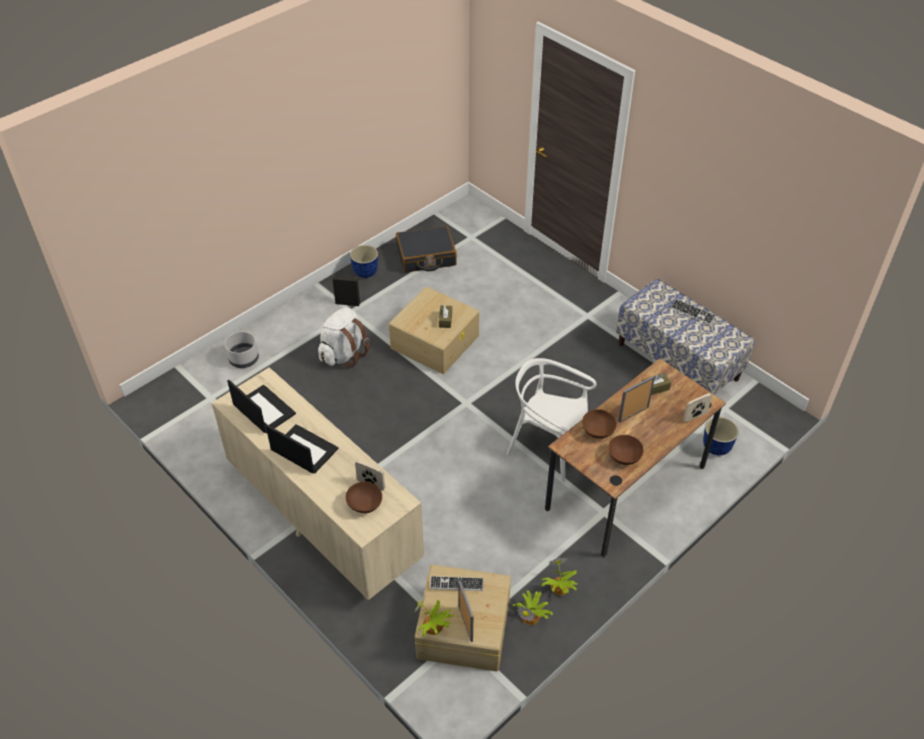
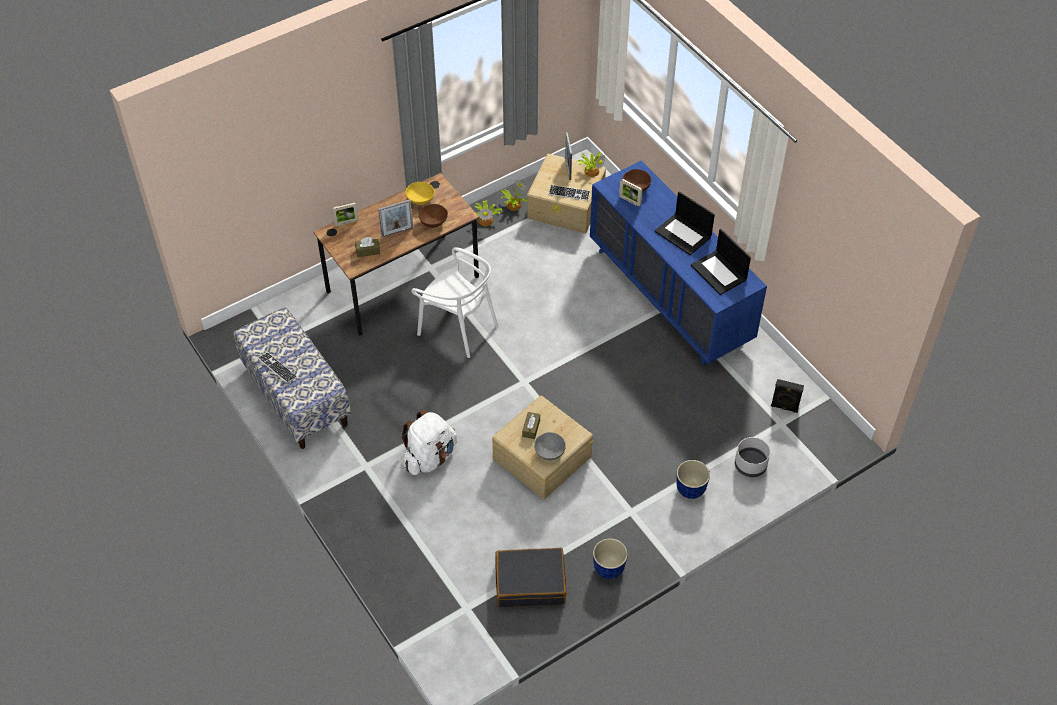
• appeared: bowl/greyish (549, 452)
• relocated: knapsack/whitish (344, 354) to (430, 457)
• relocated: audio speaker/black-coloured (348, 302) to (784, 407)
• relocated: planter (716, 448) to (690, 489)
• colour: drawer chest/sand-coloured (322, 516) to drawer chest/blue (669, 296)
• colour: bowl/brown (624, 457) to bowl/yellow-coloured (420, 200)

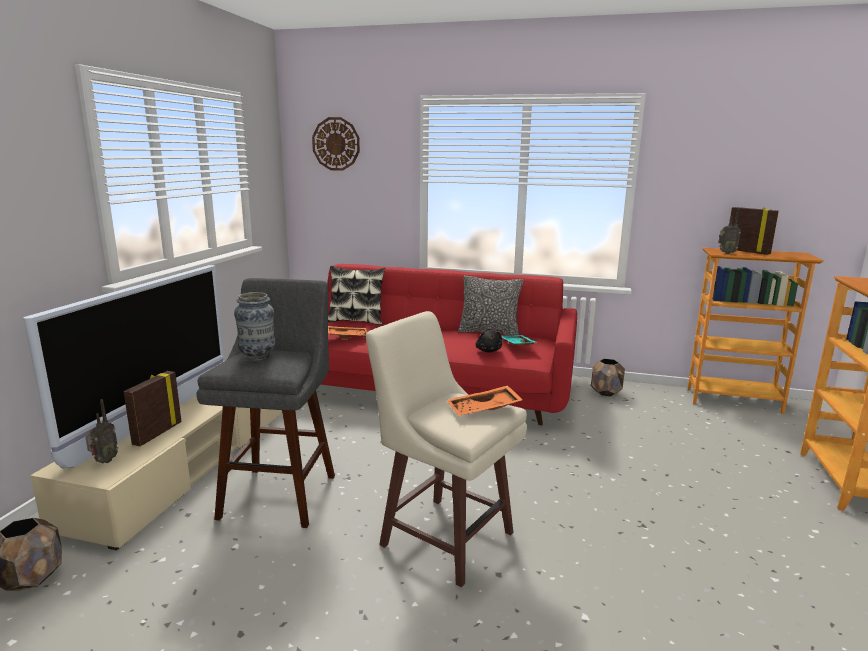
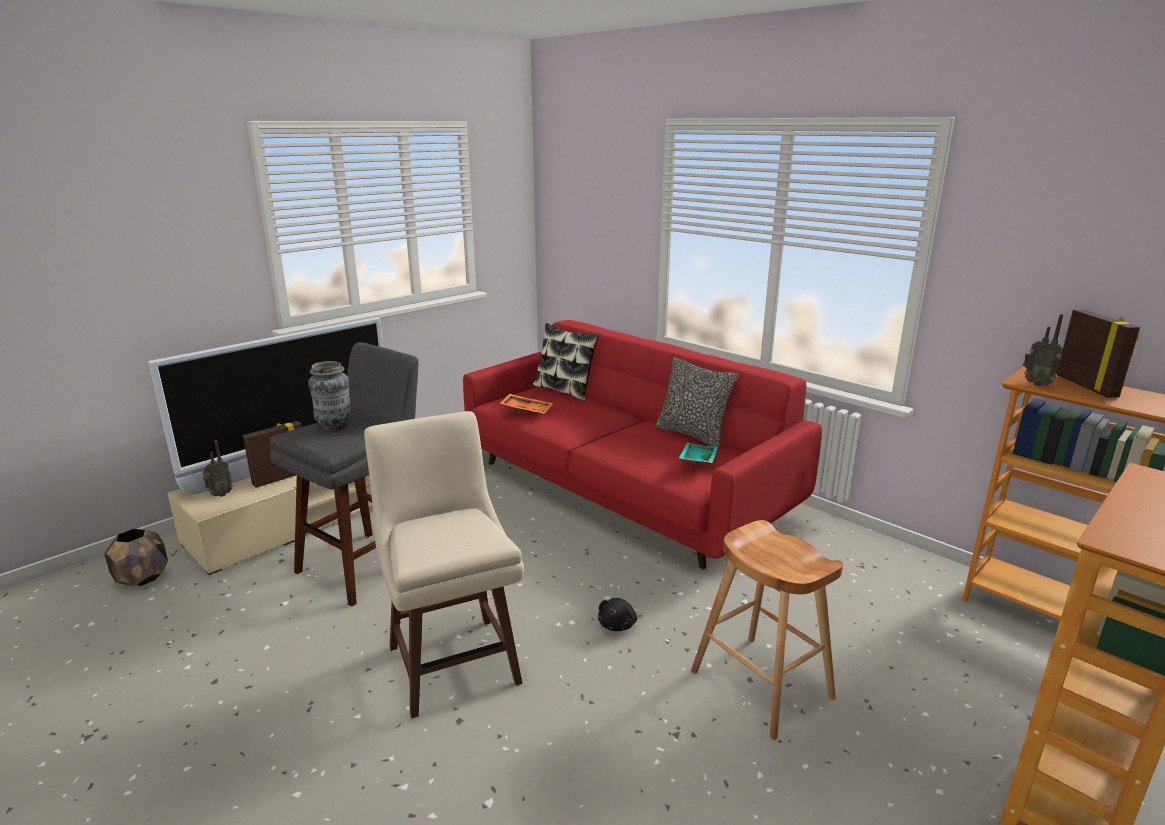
• missing: hanging clock (336, 144)
• missing: carrying tray/orange-coloured (484, 410)
• missing: planter/brown (606, 392)
• appeared: stool seat/brown (762, 685)
• relocated: cuddly toy/black-coloured (488, 351) to (618, 624)

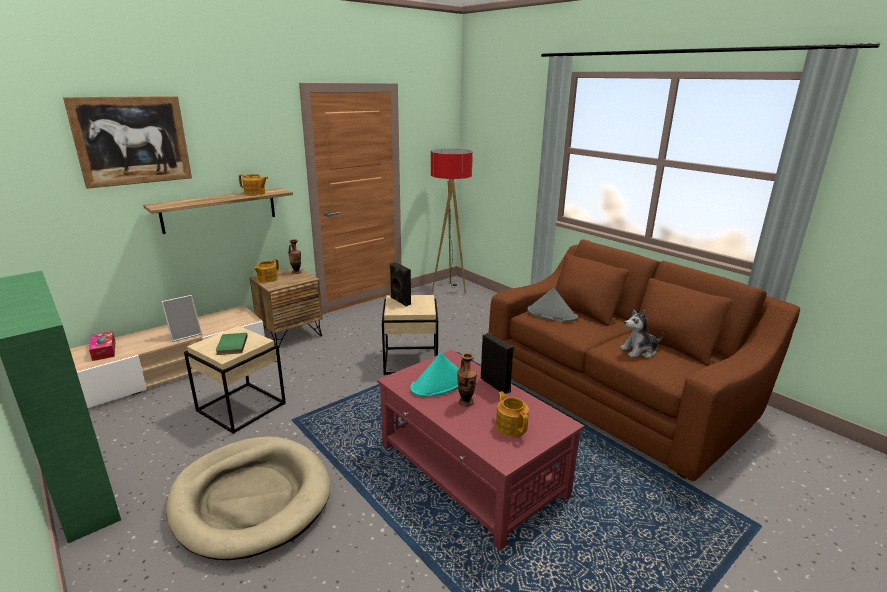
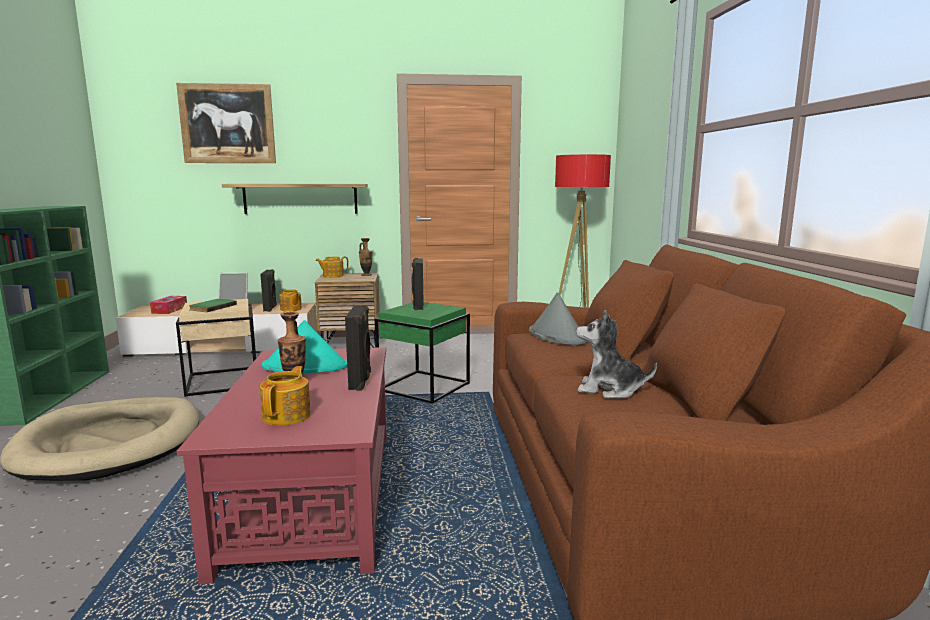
• appeared: audio speaker/black-coloured (270, 308)
• relocated: pot for tea (255, 193) to (291, 309)
• colour: end table/sand-coloured (411, 361) to end table/greenish (424, 387)

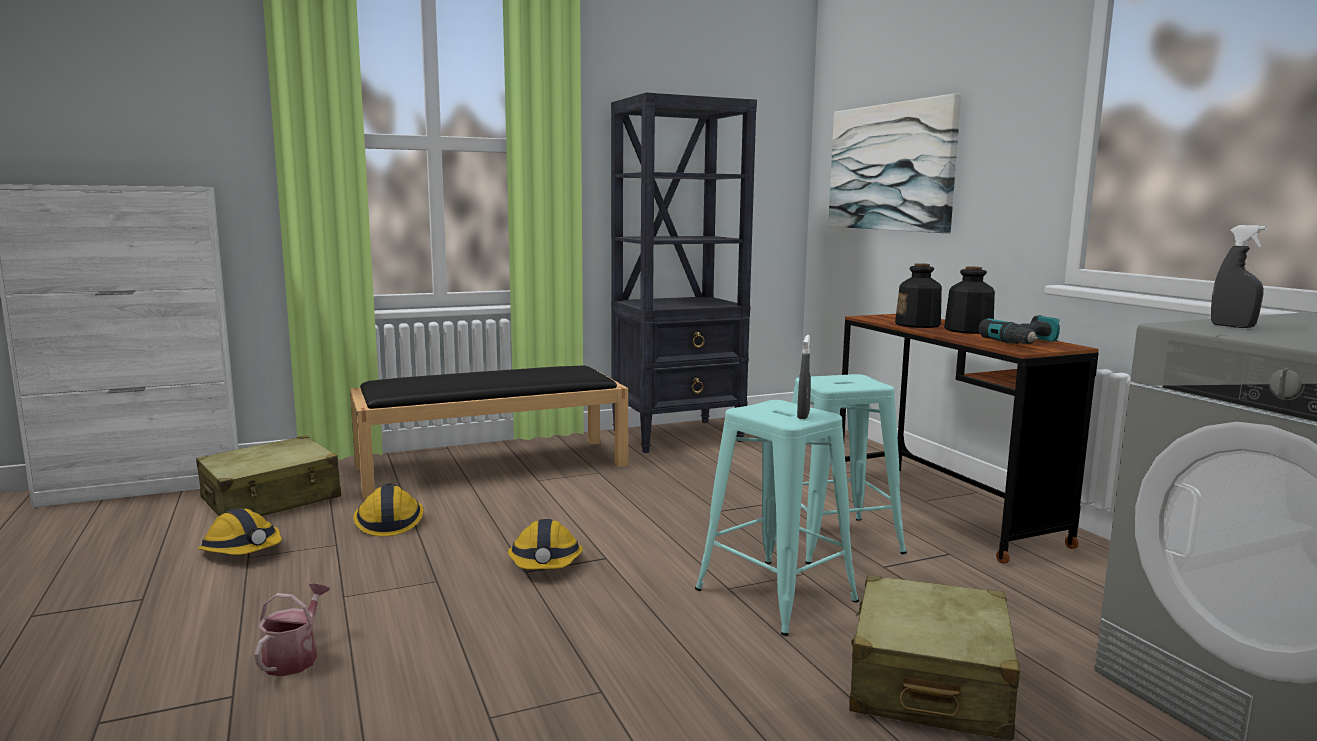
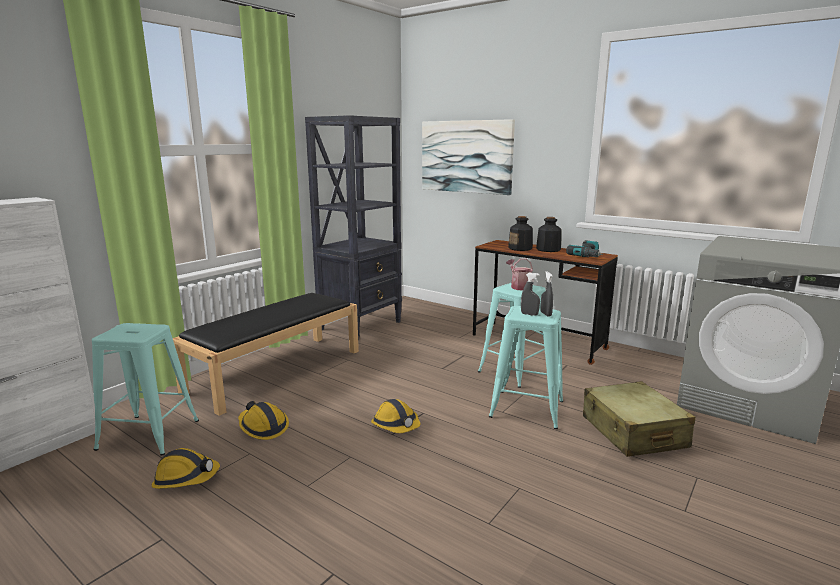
• relocated: sprinkling can (294, 657) to (519, 286)
• relocated: hand sprayer/greyish (1232, 326) to (529, 314)
• exchanged: travel case/sand-coloured (272, 499) to stool seat/turquoise-coloured (148, 435)

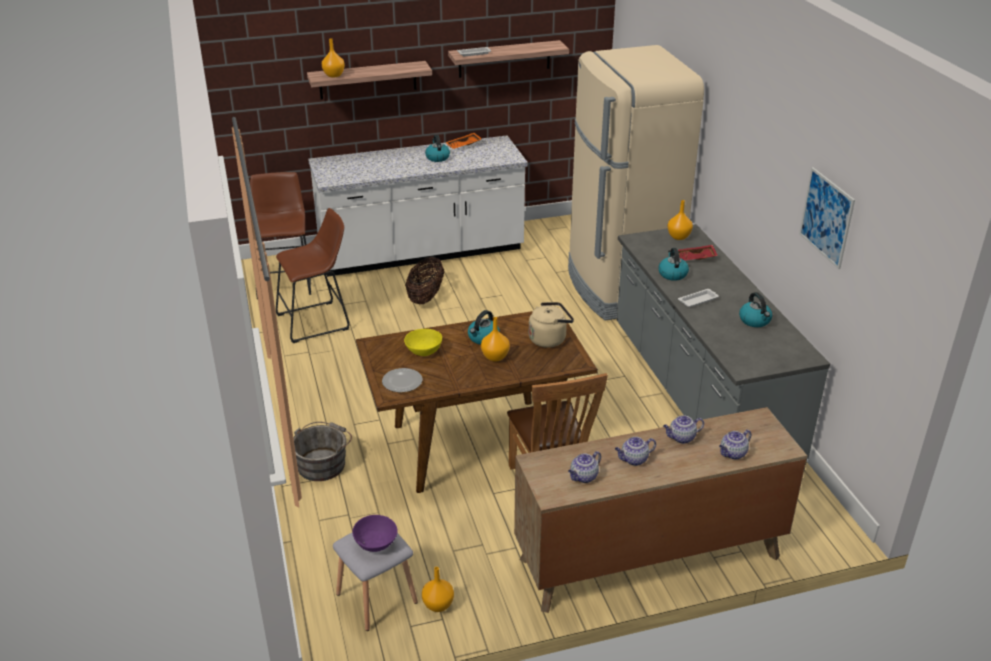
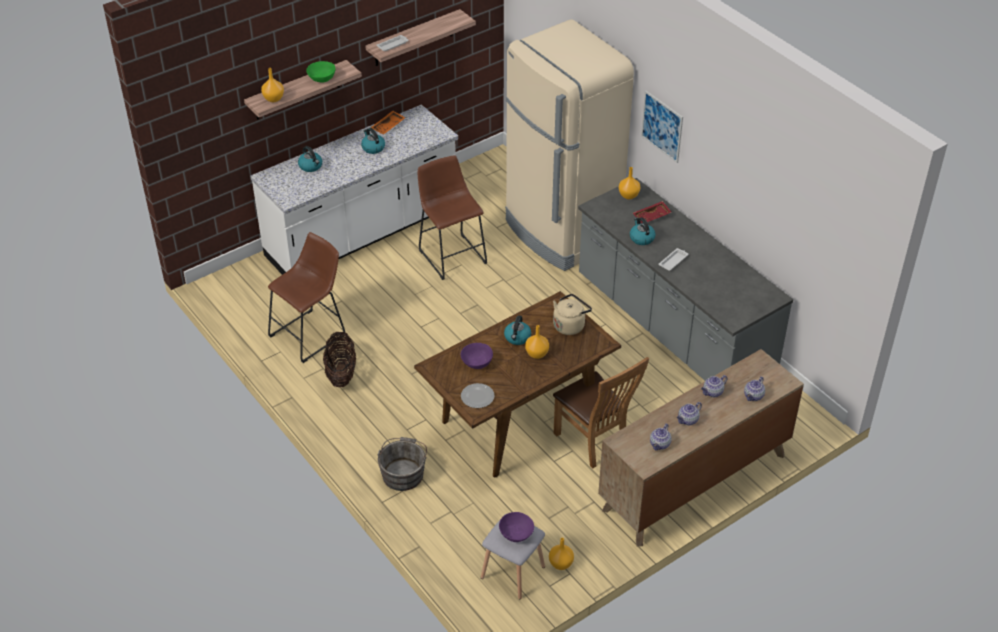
• appeared: bowl/greenish (321, 78)
• relocated: stool seat/brown (285, 280) to (451, 254)
• relocated: storage basket (425, 297) to (341, 373)
• relocated: tea kettle (755, 321) to (311, 166)
• relocated: wall art (826, 217) to (662, 126)
• colour: bowl/yellow-coloured (423, 350) to bowl/purplish (476, 362)

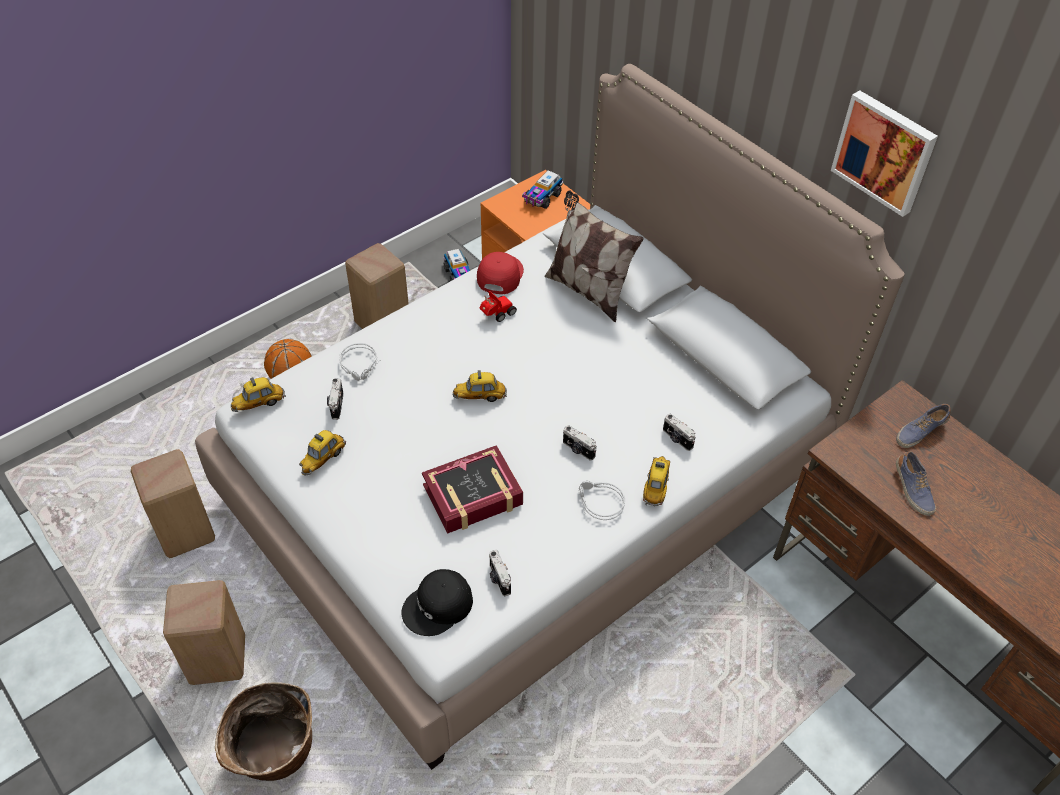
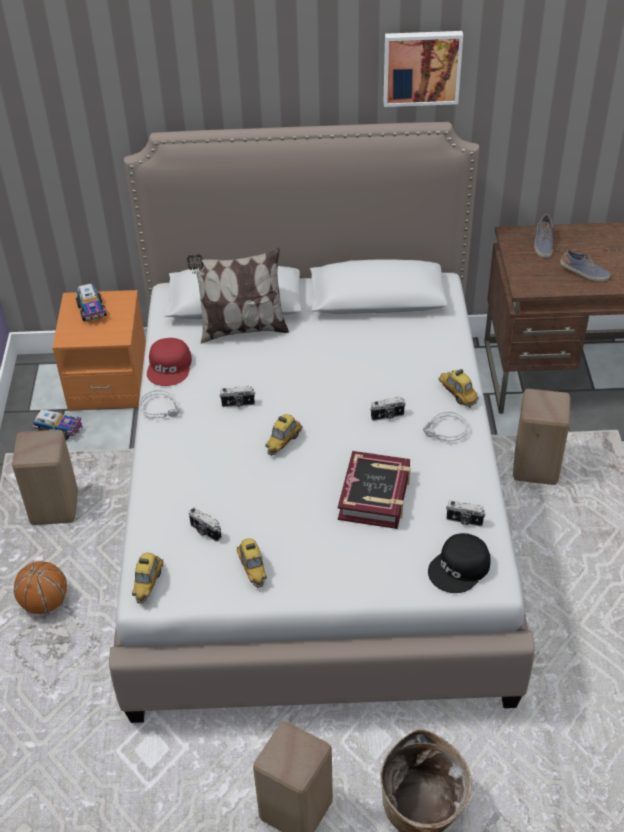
• missing: miniature car (496, 314)
• relocated: stool seat/sand-coloured (187, 533) to (537, 467)
• relocated: headphones/greyish (360, 365) to (161, 408)
• relocated: still camera (677, 439) to (238, 404)
• spun: baseball cap/black-coloured (438, 606) = (460, 568) 45 degrees clockwise
• spun: baseball cap/red (499, 275) = (170, 367) 135 degrees counterclockwise

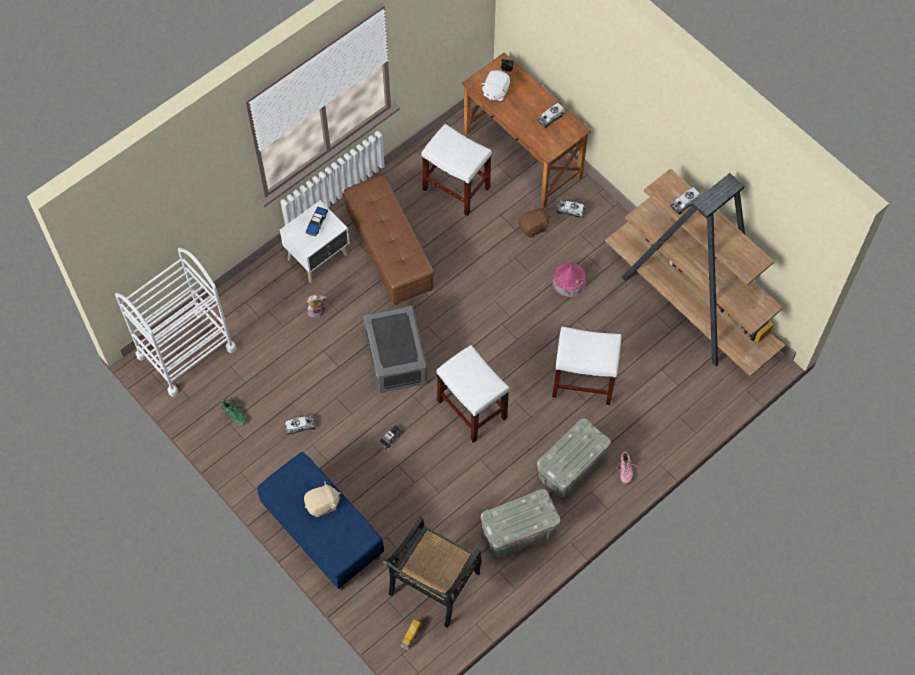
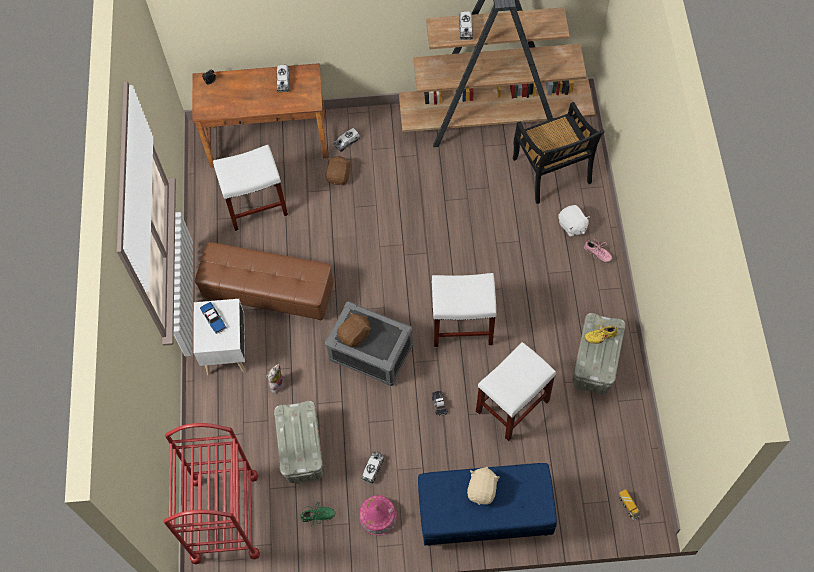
• appeared: cuddly toy/brown (355, 335)
• appeared: item of footwear/yellow-coloured (600, 336)
• relocated: plain chair/black-coloured (433, 585) to (552, 172)
• relocated: cuddly toy/whitish (495, 91) to (572, 226)
• relocated: storage box/greyish (571, 468) to (302, 451)
• relocated: toy house (569, 282) to (378, 516)
• relocated: stool seat/whitish (582, 382) to (512, 407)
• colour: wheeled cart/whitish (186, 352) to wheeled cart/red (225, 517)

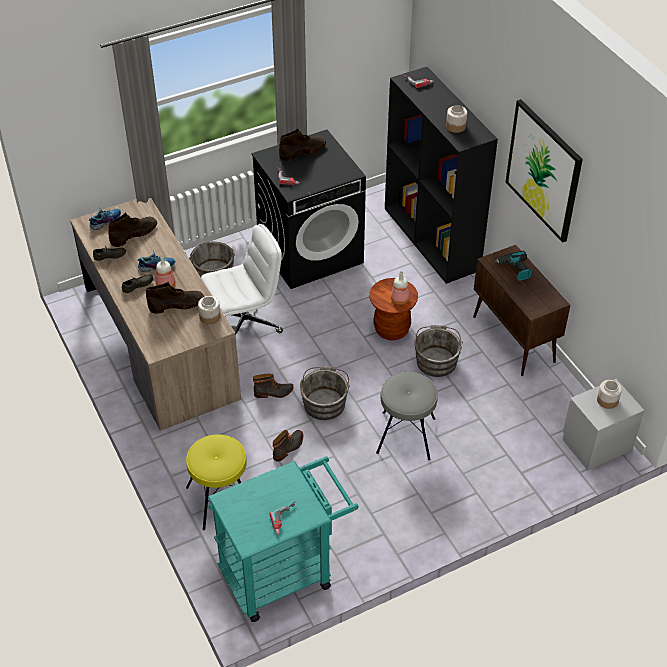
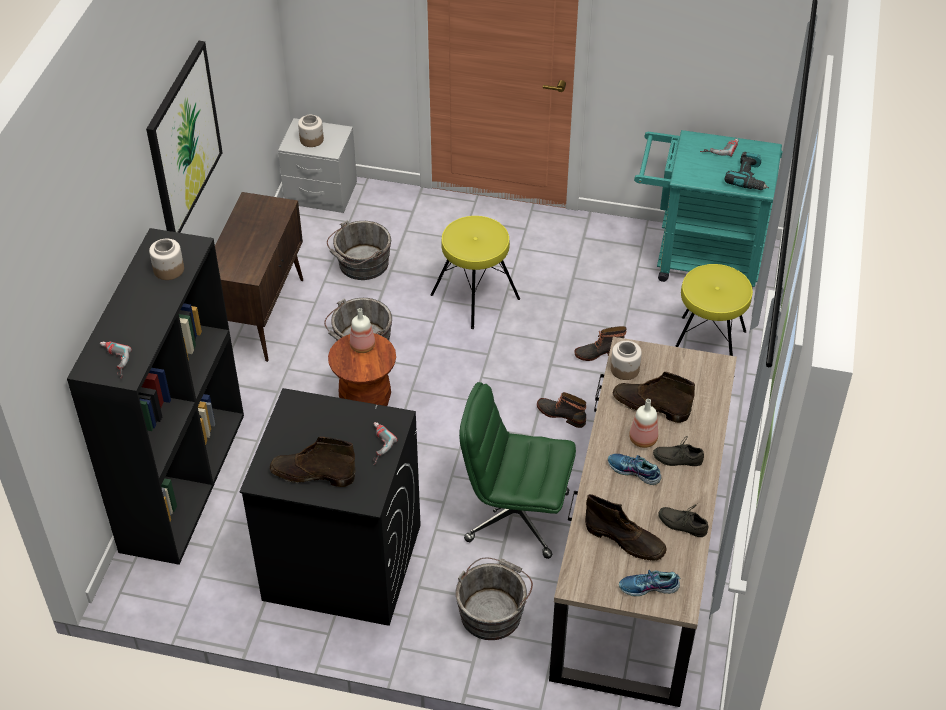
• relocated: water bucket/greyish (324, 402) to (361, 264)
• relocated: drill (514, 269) to (748, 178)
• colour: computer chair/whitish (245, 322) to computer chair/greenish (515, 516)
• colour: stool seat/greyish (406, 436) to stool seat/yellow-coloured (475, 296)
• spun: high-top boot/brown (134, 234) = (625, 540) 150 degrees counterclockwise

